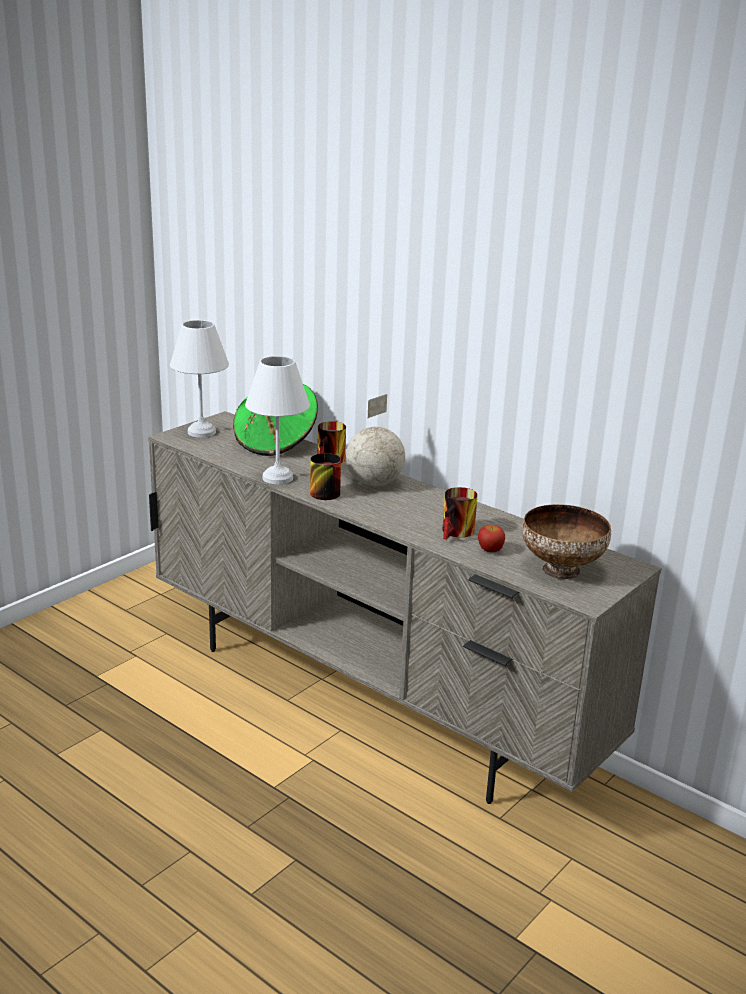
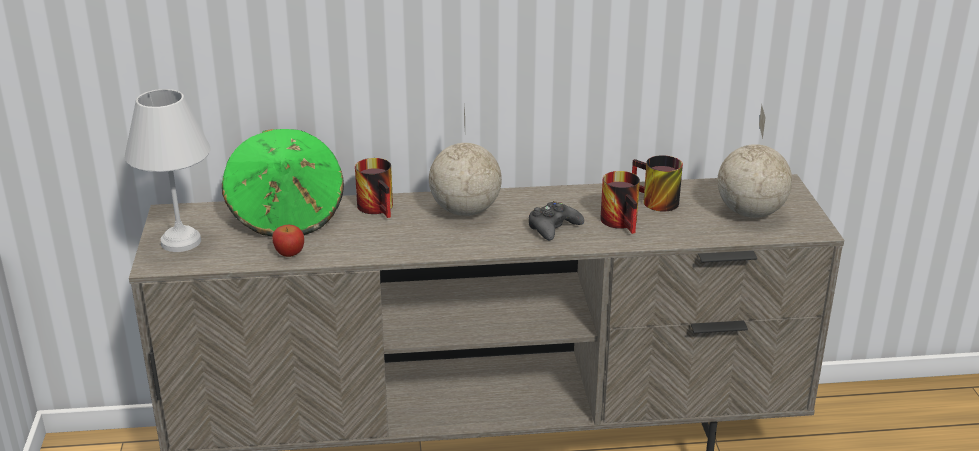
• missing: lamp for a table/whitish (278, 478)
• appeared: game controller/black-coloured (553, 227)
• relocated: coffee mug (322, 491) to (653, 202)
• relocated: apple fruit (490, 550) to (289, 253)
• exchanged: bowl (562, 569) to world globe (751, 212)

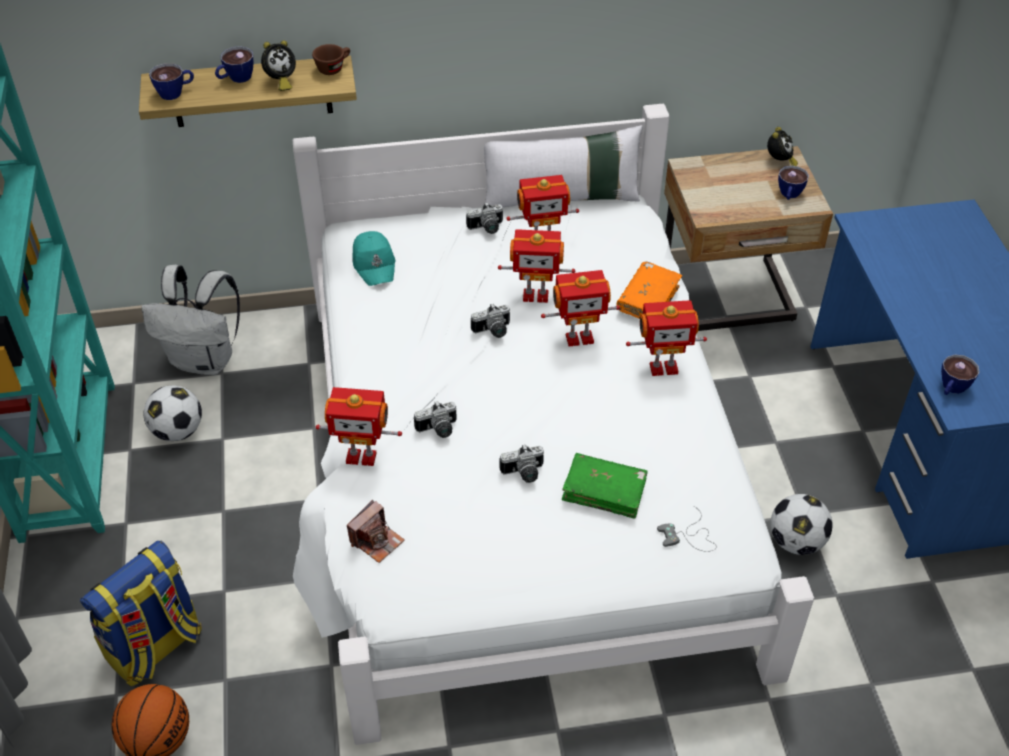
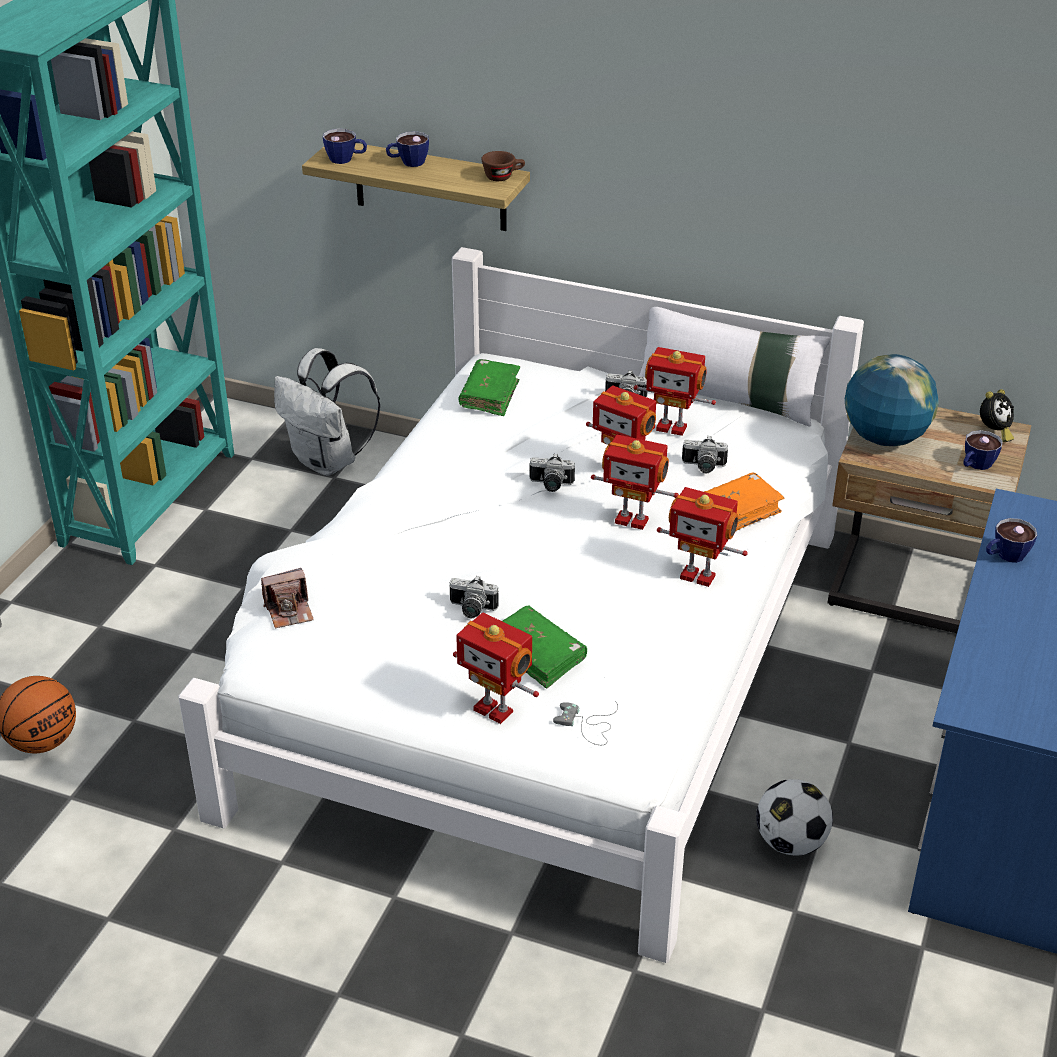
• missing: knapsack (155, 647)
• missing: ball for football (178, 431)
• missing: table clock (280, 82)
• appeared: world globe (884, 438)
• relocated: toy robot (361, 456) to (495, 709)
• relocated: still camera (438, 430) to (703, 467)
• relocated: small cup (951, 389) to (1005, 556)
• exchanged: baseball cap/turquoise-coloured (374, 264) to book/greenish (490, 395)

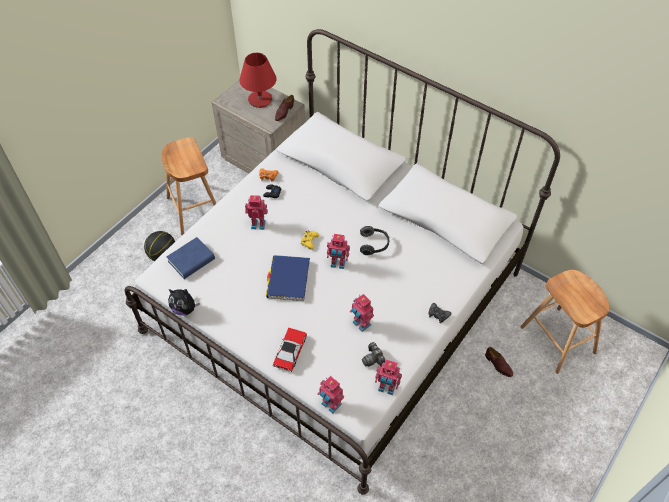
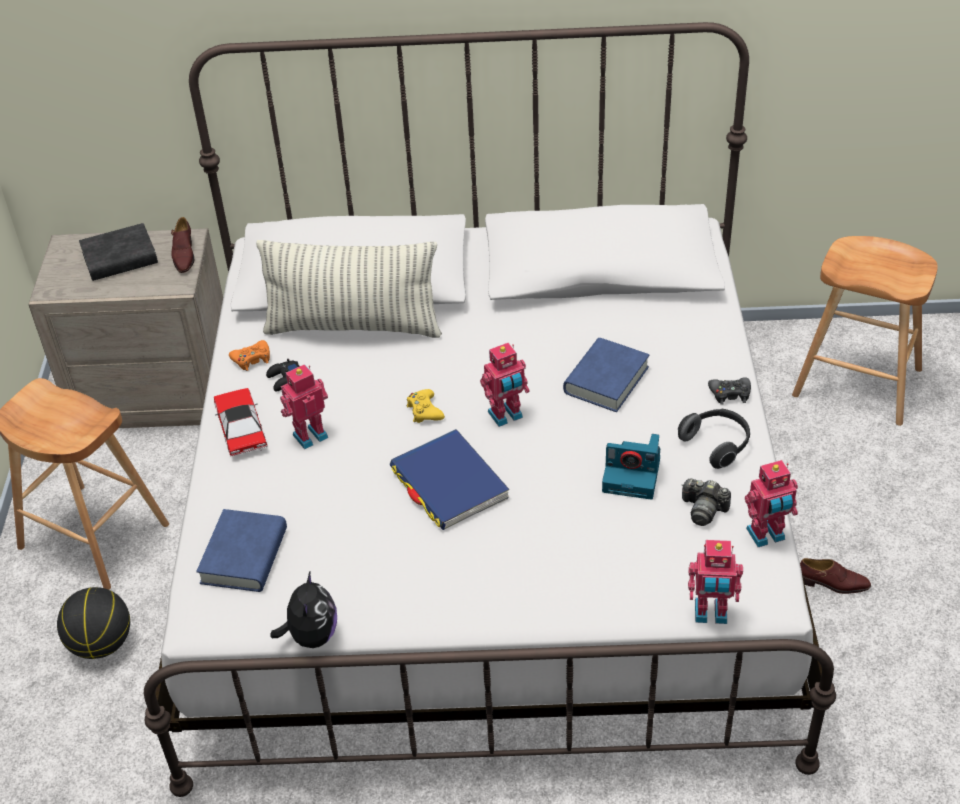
• appeared: cushion (353, 327)
• appeared: book/blue (606, 380)
• relocated: miniature car (290, 351) to (241, 428)
• relocated: headphones (374, 245) to (717, 444)
• relocated: item of footwear/brown (498, 365) to (833, 583)
• exchanged: lamp for a table/red (260, 100) to book/black-coloured (120, 258)
• exchanged: toy robot (361, 324) to still camera (633, 475)
• spun: cuddly toy (185, 309) = (311, 635) 75 degrees counterclockwise

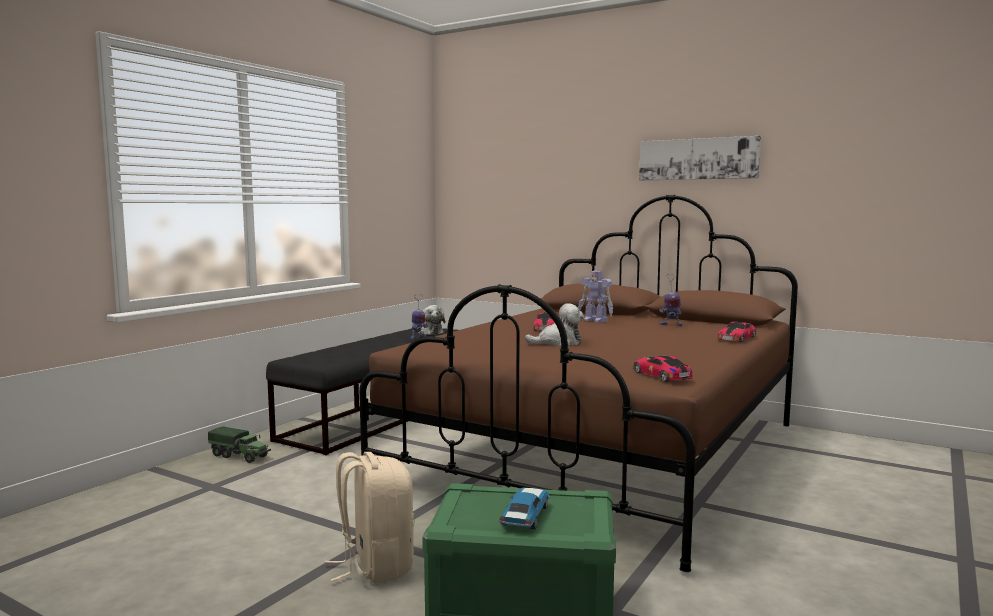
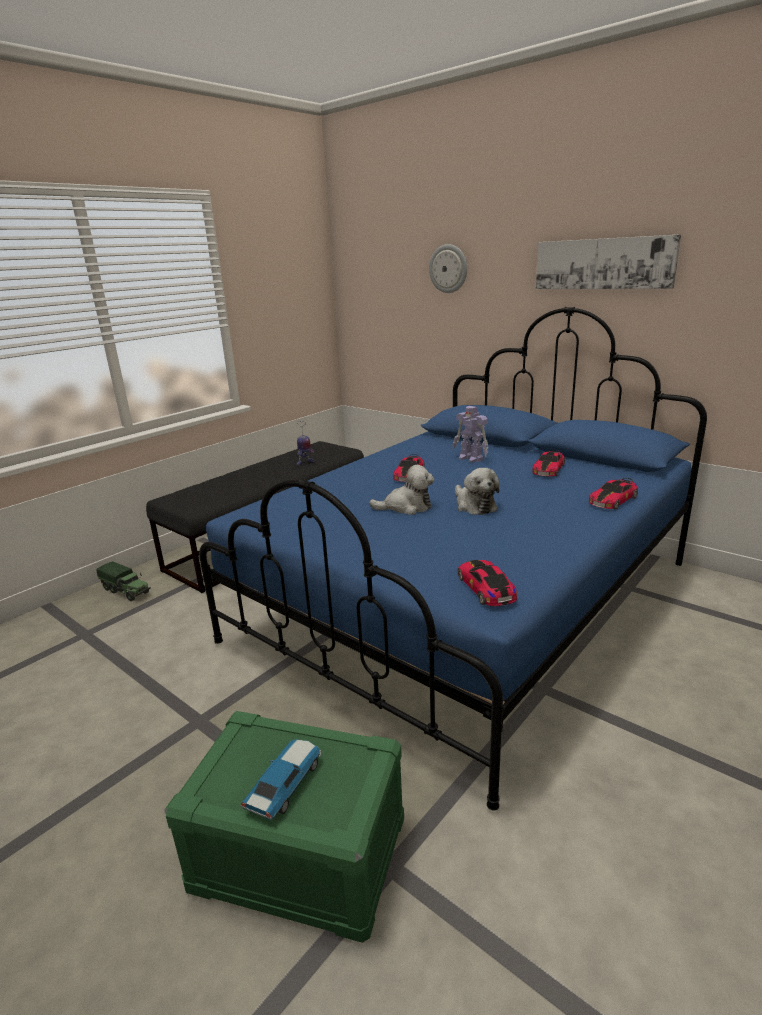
• missing: knapsack/sand-coloured (375, 566)
• appeared: hanging clock (448, 268)
• relocated: cuddly toy (429, 332) to (474, 505)
• exchanged: toy robot (670, 325) to miniature car (548, 469)
• colour: bed/brown (603, 453) to bed/blue (467, 601)

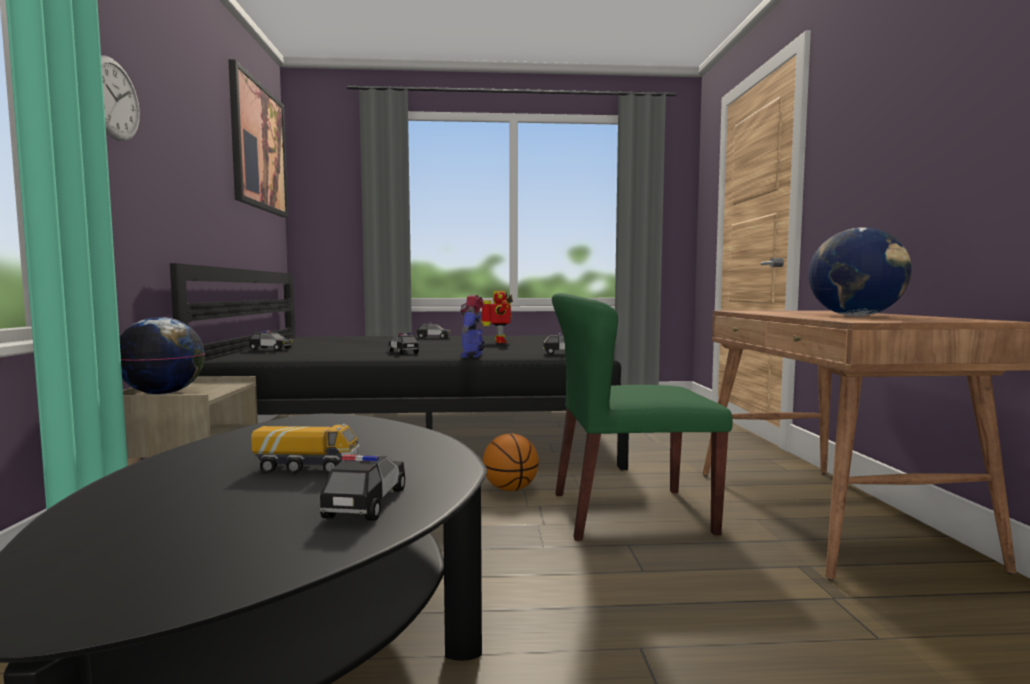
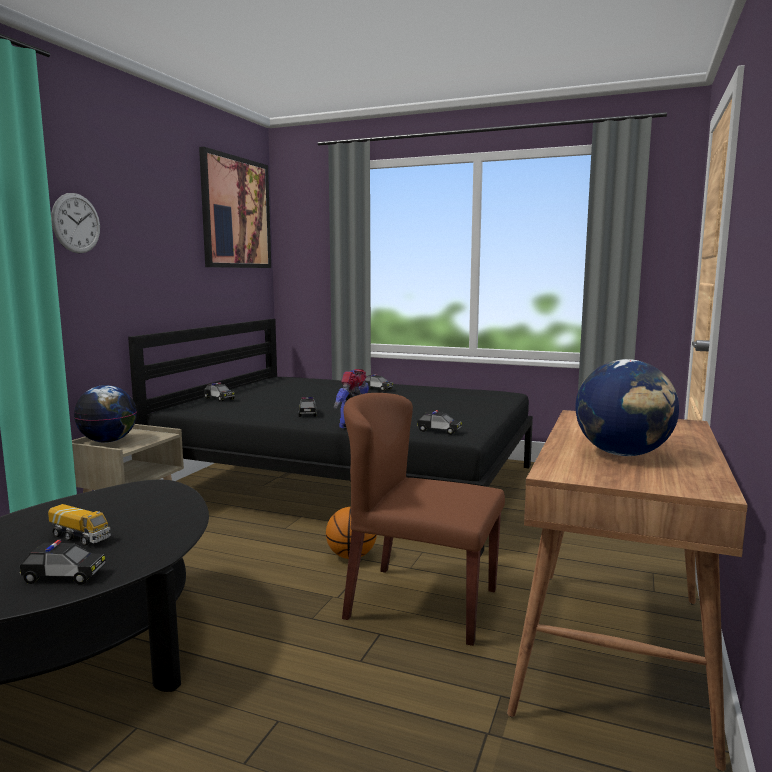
• missing: toy robot (499, 342)
• colour: plain chair/greenish (629, 513) to plain chair/brown (421, 603)
• spun: miniature car (366, 503) = (63, 576) 60 degrees clockwise

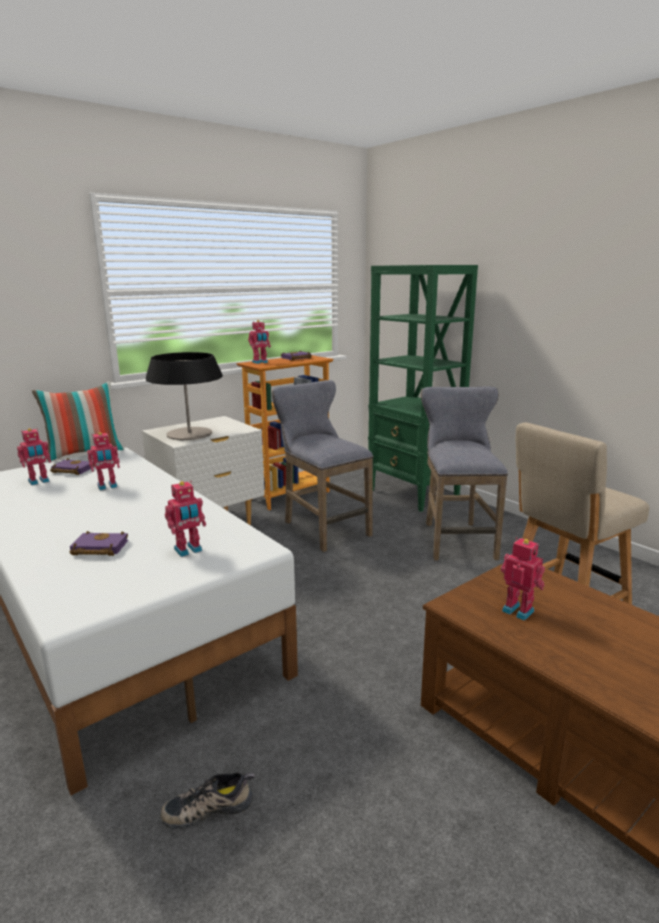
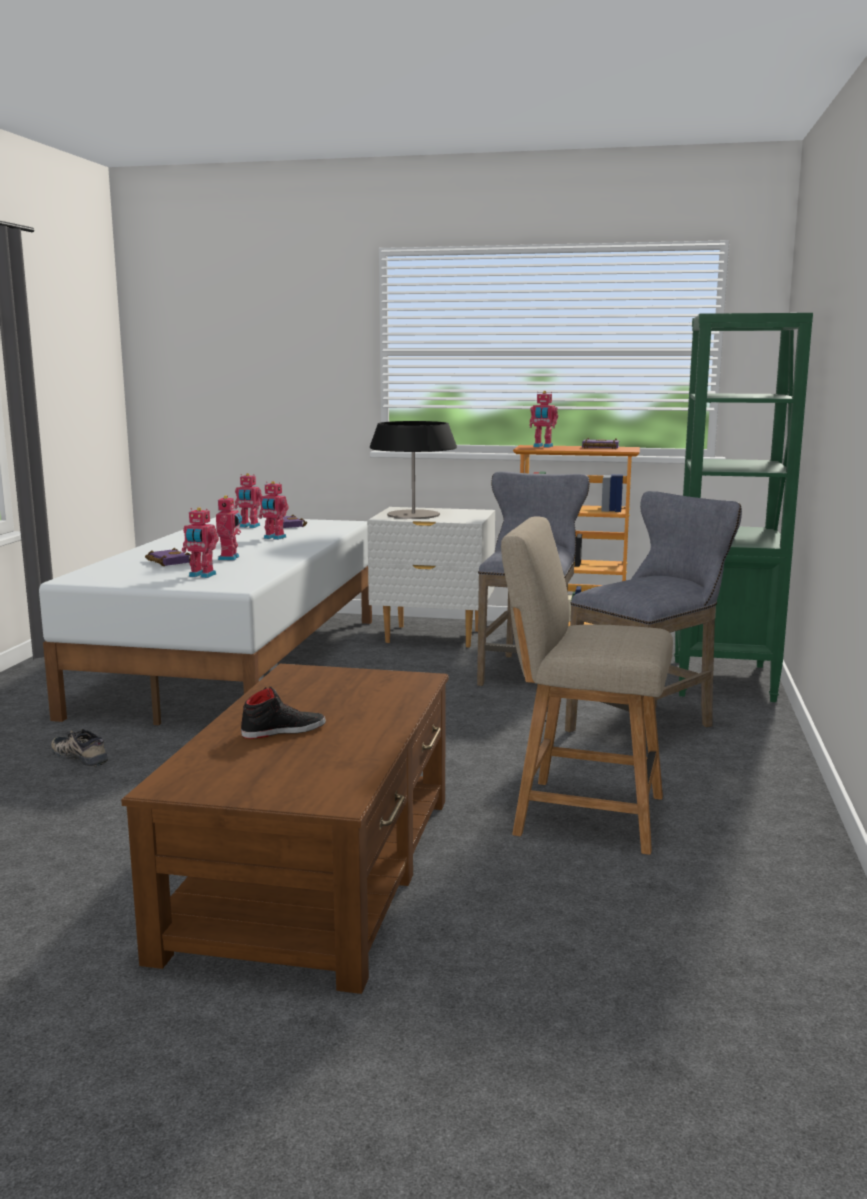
• missing: cushion (85, 453)
• appeared: item of footwear/black-coloured (283, 730)
• relocated: toy robot (519, 610) to (230, 558)

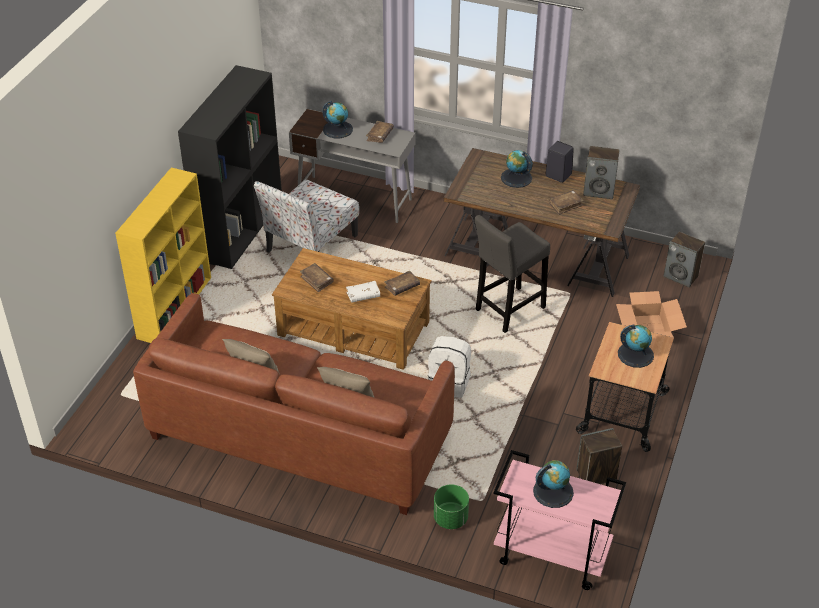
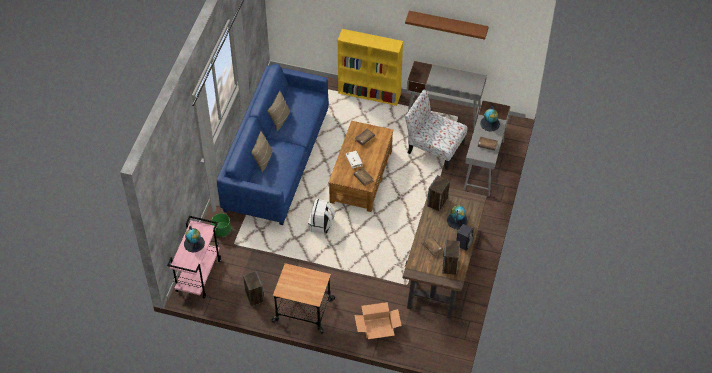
• missing: stool seat/greyish (507, 311)
• missing: world globe (635, 354)
• appeared: bracket shelf/brown (448, 24)
• relocated: audio speaker (681, 276) to (437, 202)
• exchanged: shelving unit/black-coloured (240, 228) to desk/greyish (444, 112)
• colour: settee/brown (299, 435) to settee/blue (276, 161)

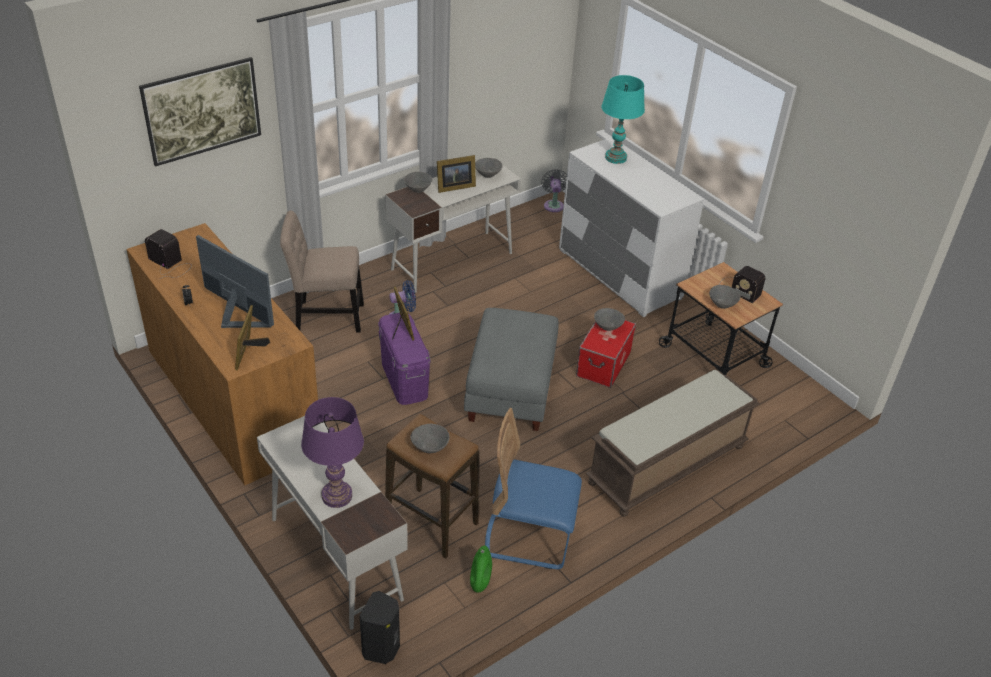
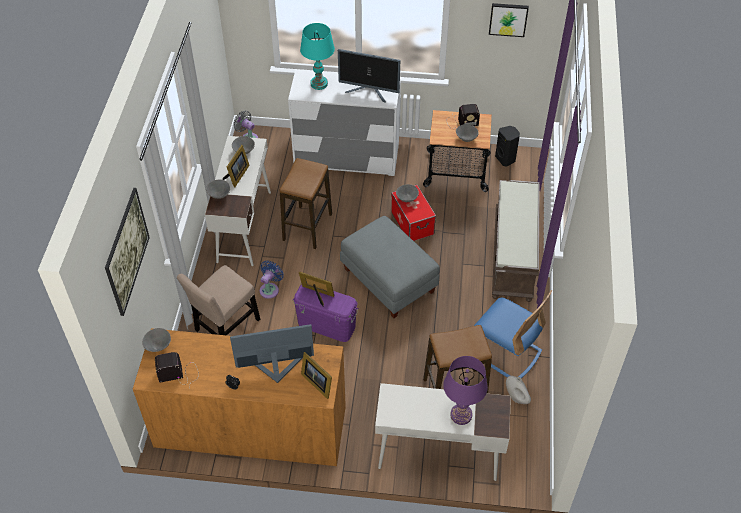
• appeared: stool seat (307, 227)
• appeared: computer display (369, 92)
• appeared: wall art (508, 19)
• relocated: audio speaker/black-coloured (382, 649) to (506, 159)
• relocated: bowl/greyish (429, 447) to (158, 346)
• colour: vase/greenish (480, 582) to vase/whitish (516, 397)
• spun: plain chair/blue (529, 536) = (506, 353) 105 degrees counterclockwise

